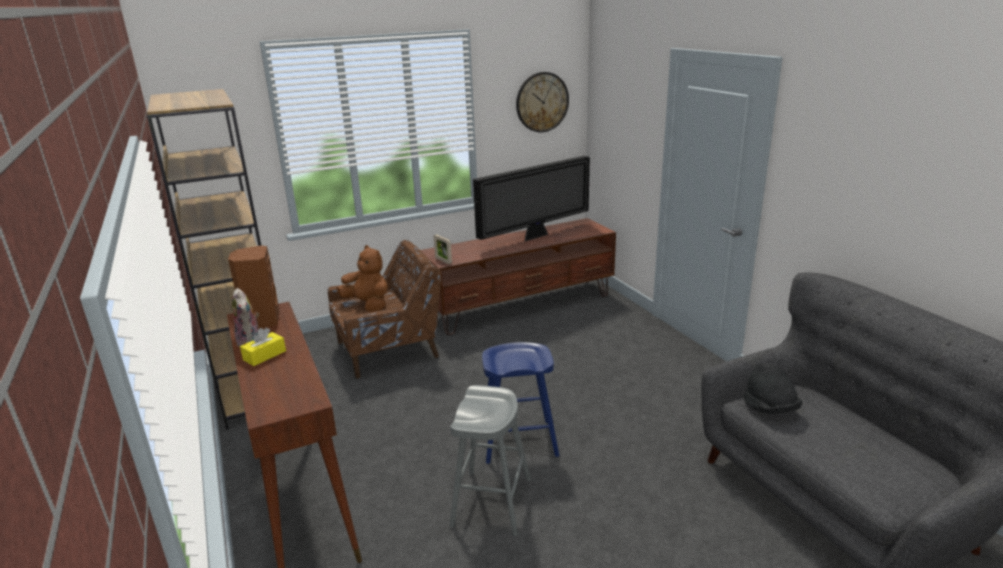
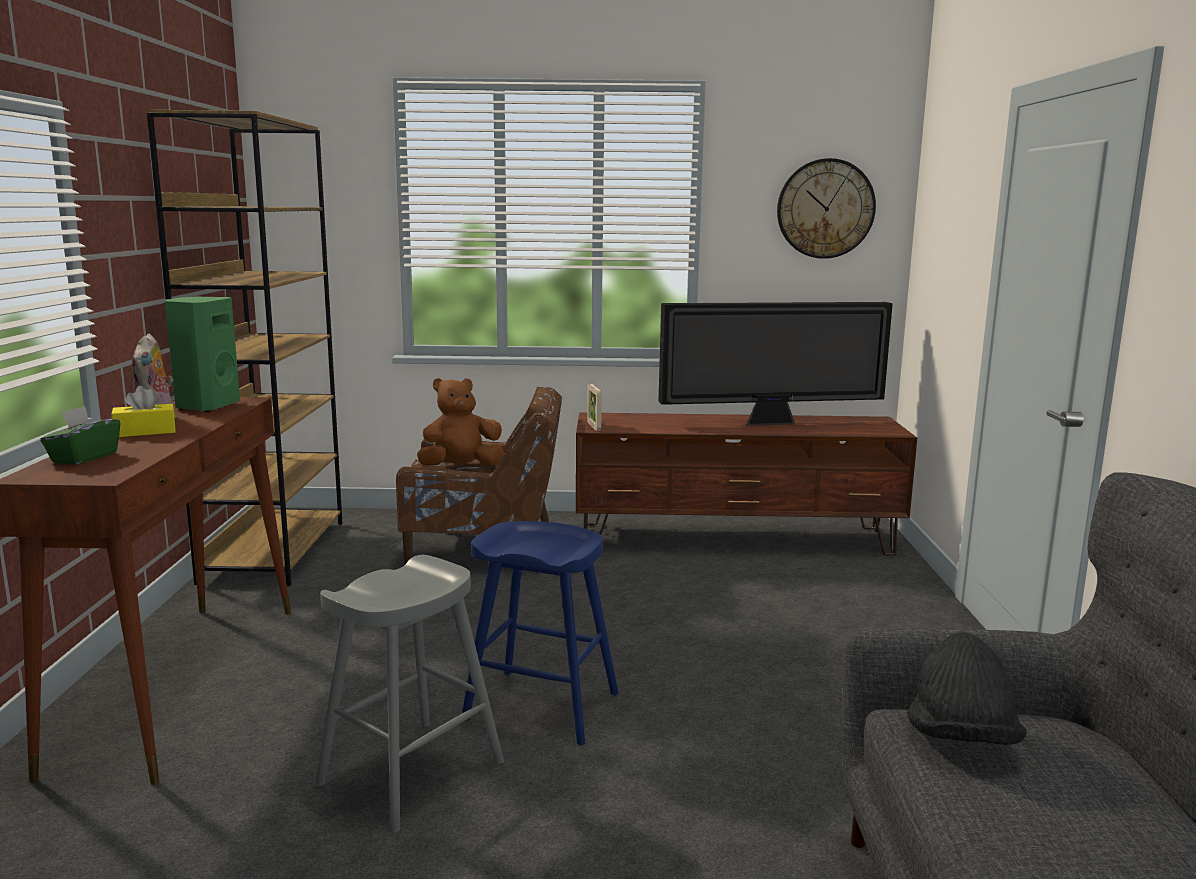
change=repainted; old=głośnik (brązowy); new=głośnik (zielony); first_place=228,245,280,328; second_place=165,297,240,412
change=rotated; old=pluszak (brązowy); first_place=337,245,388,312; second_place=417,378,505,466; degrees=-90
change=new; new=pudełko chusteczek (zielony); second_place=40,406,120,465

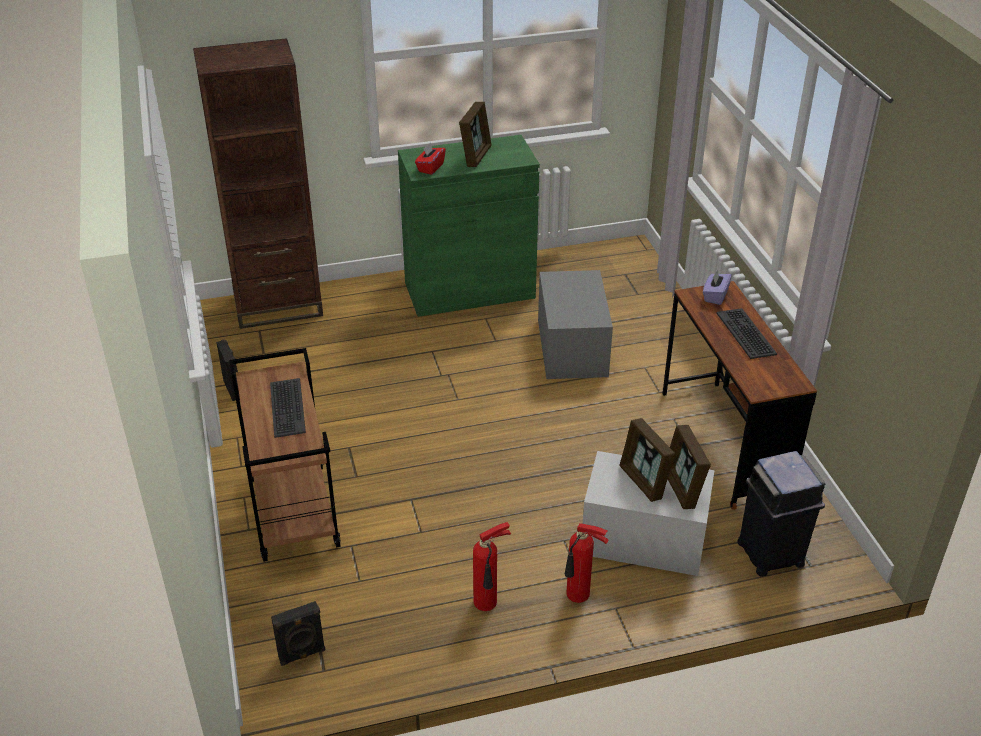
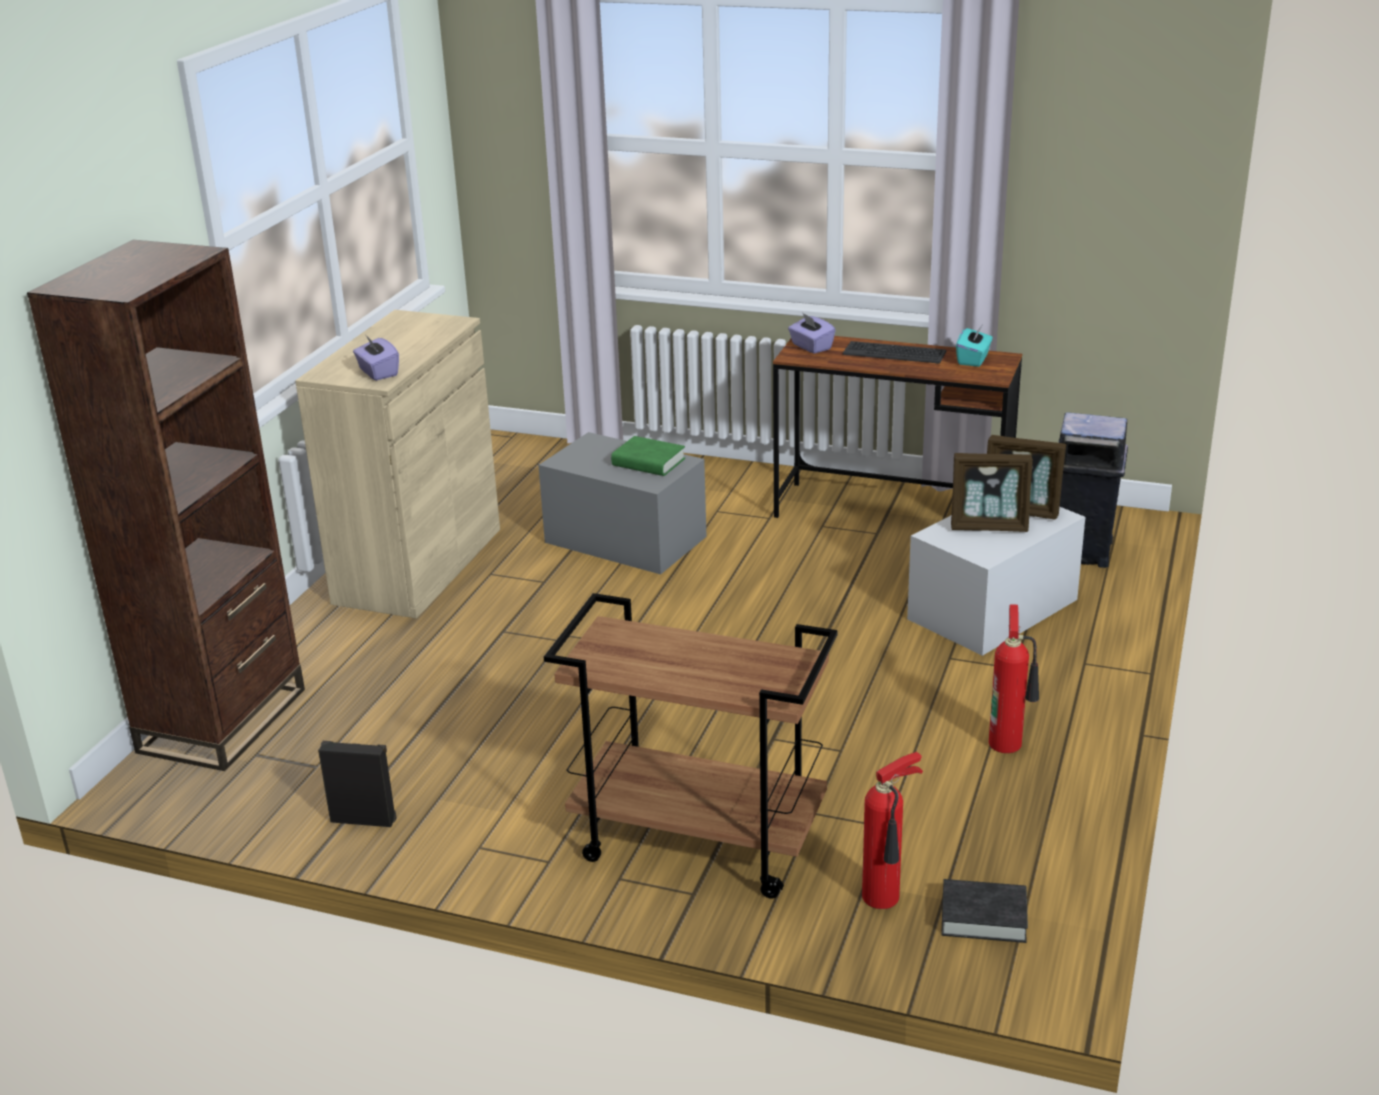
change=gone; old=ramka na zdjęcie; first_place=459,102,492,167
change=repainted; old=szafka (zielony); new=szafka (beżowy); first_place=398,135,540,317; second_place=295,310,500,619
change=repainted; old=pudełko chusteczek (czerwony); new=pudełko chusteczek (fioletowy); first_place=415,143,446,175; second_place=353,334,399,381
change=gone; old=klawiatura; first_place=270,378,306,438
change=shifted; old=gaśnica; first_place=565,523,609,603; second_place=862,752,923,909
change=swapped; old=głośnik (czarny); new=książka (czarny); first_place=271,601,325,666; second_place=941,879,1028,943
change=new; new=pudełko chusteczek (turkusowy); second_place=956,324,993,367
change=new; new=książka (zielony); second_place=611,436,685,476

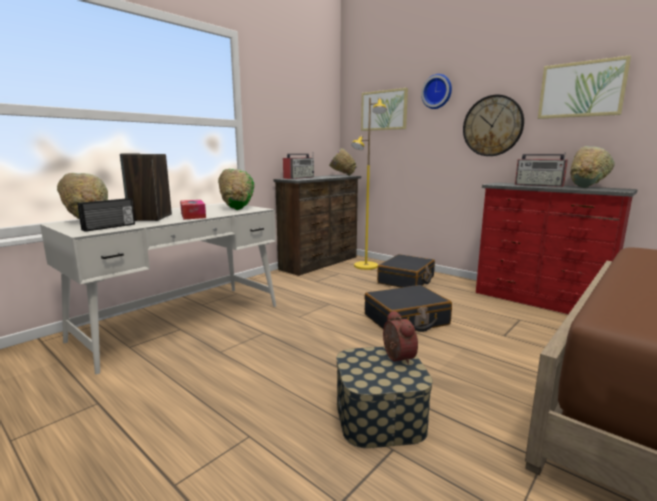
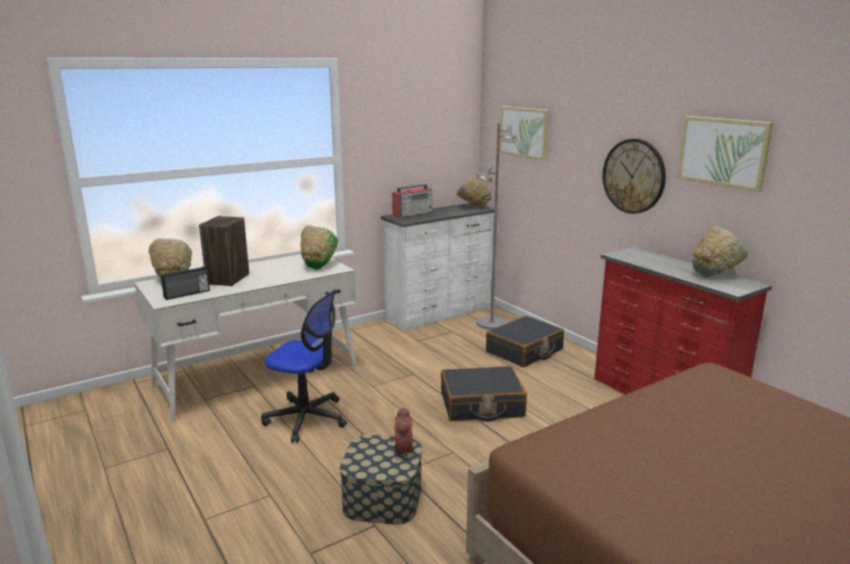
change=gone; old=zegar ścienny; first_place=421,74,452,109
change=repainted; old=lampa stojąca (żółty); new=lampa stojąca (szary); first_place=351,98,387,270; second_place=476,123,517,330
change=gone; old=radio; first_place=515,152,568,187
change=repainted; old=komoda (brązowy); new=komoda (biały); first_place=274,175,361,276; second_place=381,203,498,330
change=gone; old=pudełko chusteczek; first_place=180,200,206,220
change=new; new=krzesło biurowe; second_place=261,289,347,443

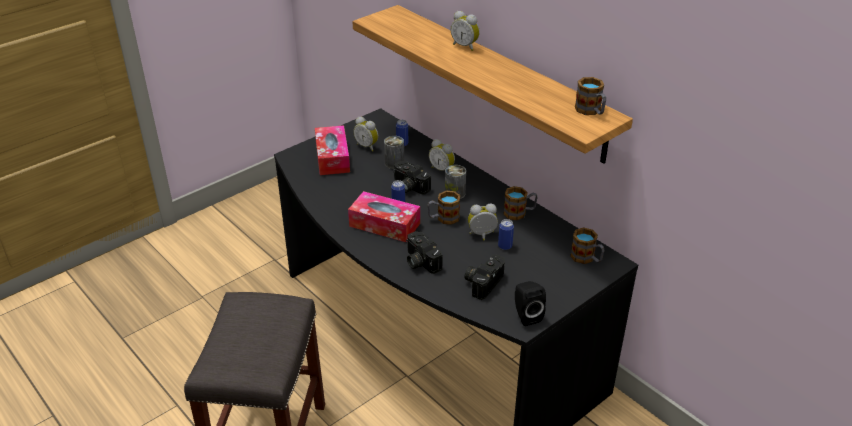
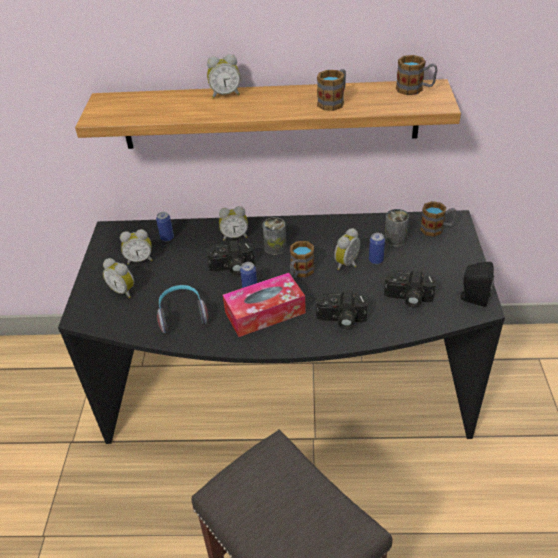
change=swapped; old=pudełko chusteczek; new=budzik; first_place=315,125,350,175; second_place=103,258,134,298
change=shifted; old=puszka; first_place=384,136,404,169; second_place=384,209,409,247
change=shifted; old=kubek; first_place=503,186,538,220; second_place=317,69,346,111
change=rotated; old=aparat fotograficzny; first_place=464,254,505,300; second_place=384,270,436,308; degrees=-60
change=new; new=słuchawki; second_place=157,285,208,333

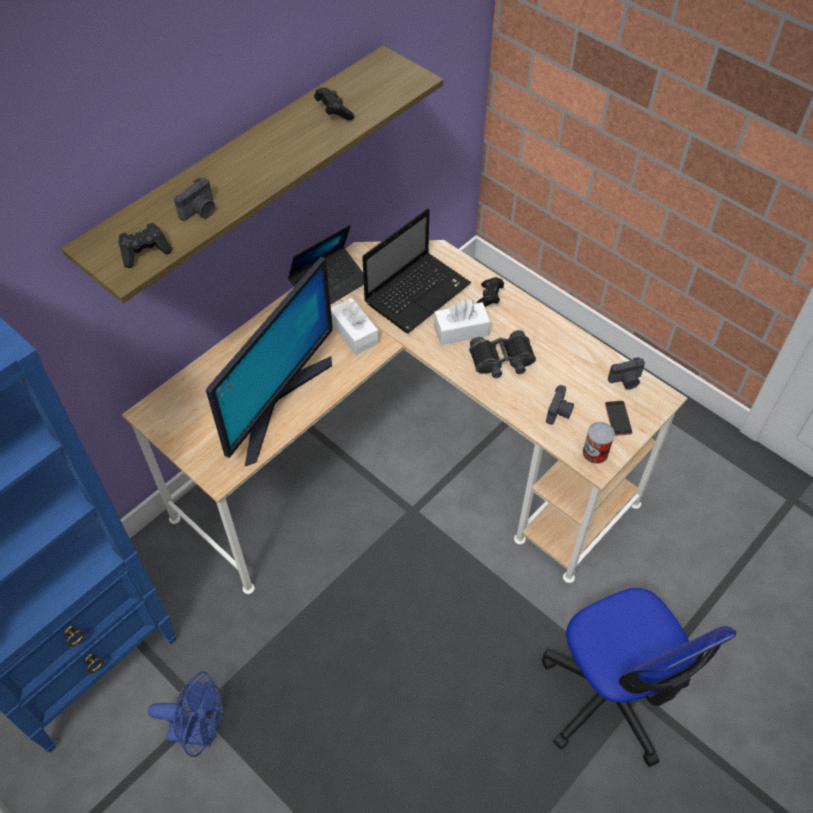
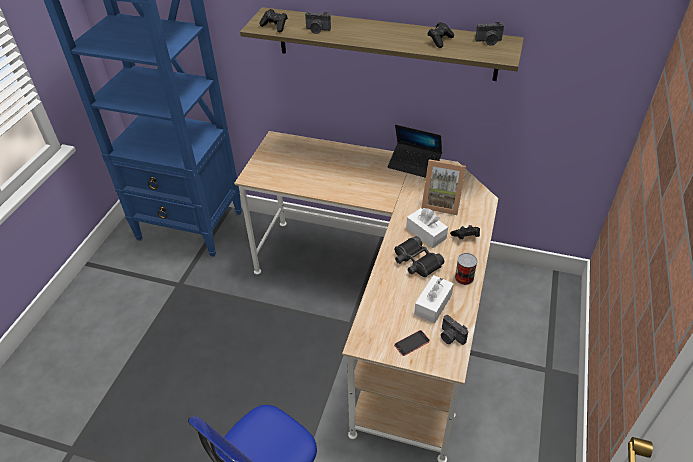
change=swapped; old=laptop; new=ramka na zdjęcie; first_place=362,208,471,333; second_place=422,159,466,215
change=gone; old=monitor; first_place=206,257,333,466
change=shifted; old=pudełko chusteczek (biały); first_place=331,298,379,355; second_place=414,275,454,323
change=shifted; old=aparat fotograficzny; first_place=546,385,574,425; second_place=475,22,504,45
change=shifted; old=puszka; first_place=582,422,615,464; second_place=455,253,477,285
change=gone; old=wentylator (niebieski); first_place=148,672,223,757

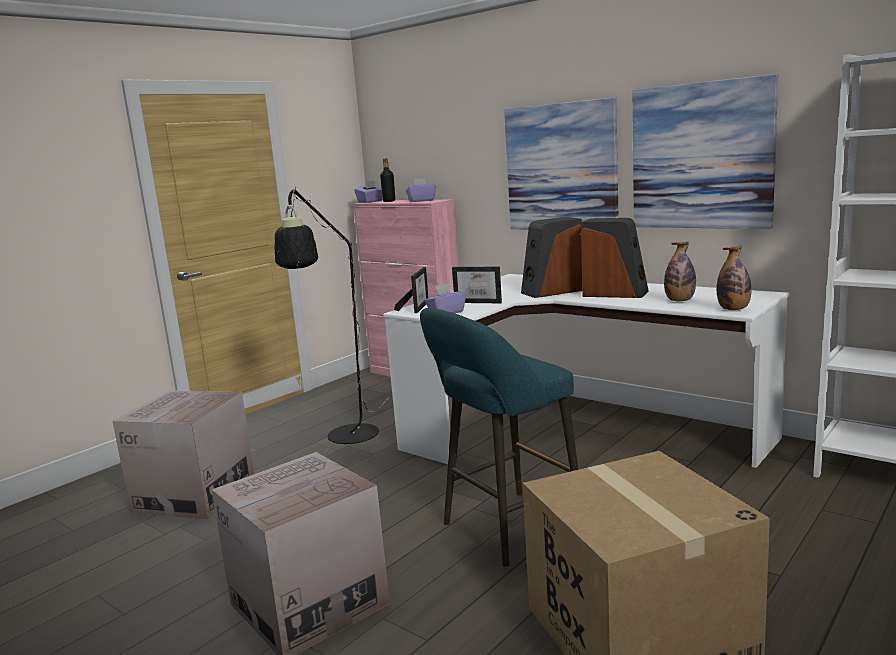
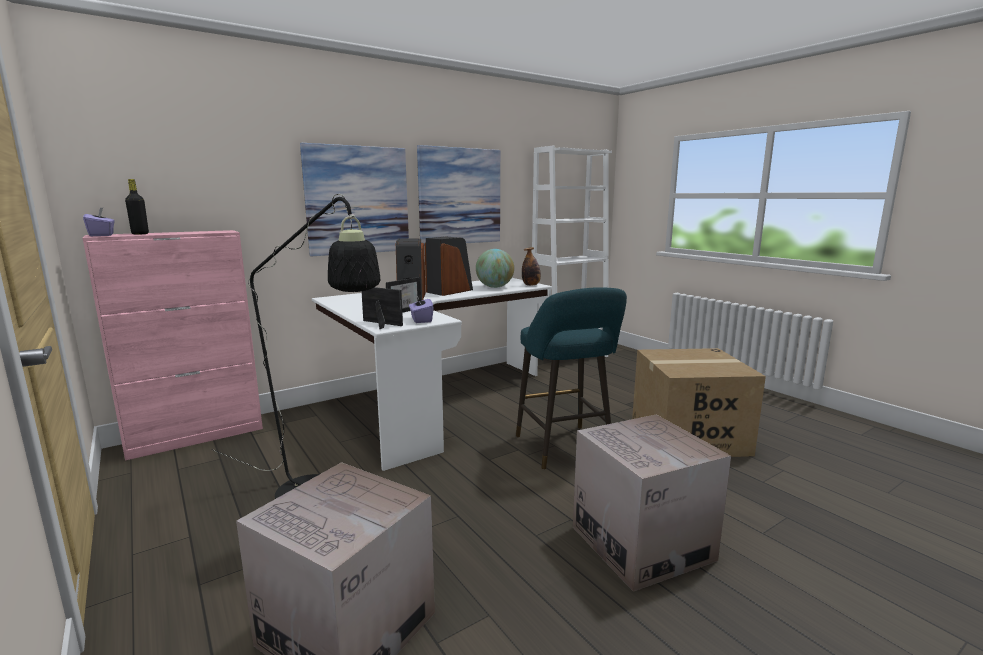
change=gone; old=pudełko chusteczek (fioletowy); first_place=406,178,436,202
change=swapped; old=butelka; new=globus; first_place=664,242,696,301; second_place=476,249,514,288

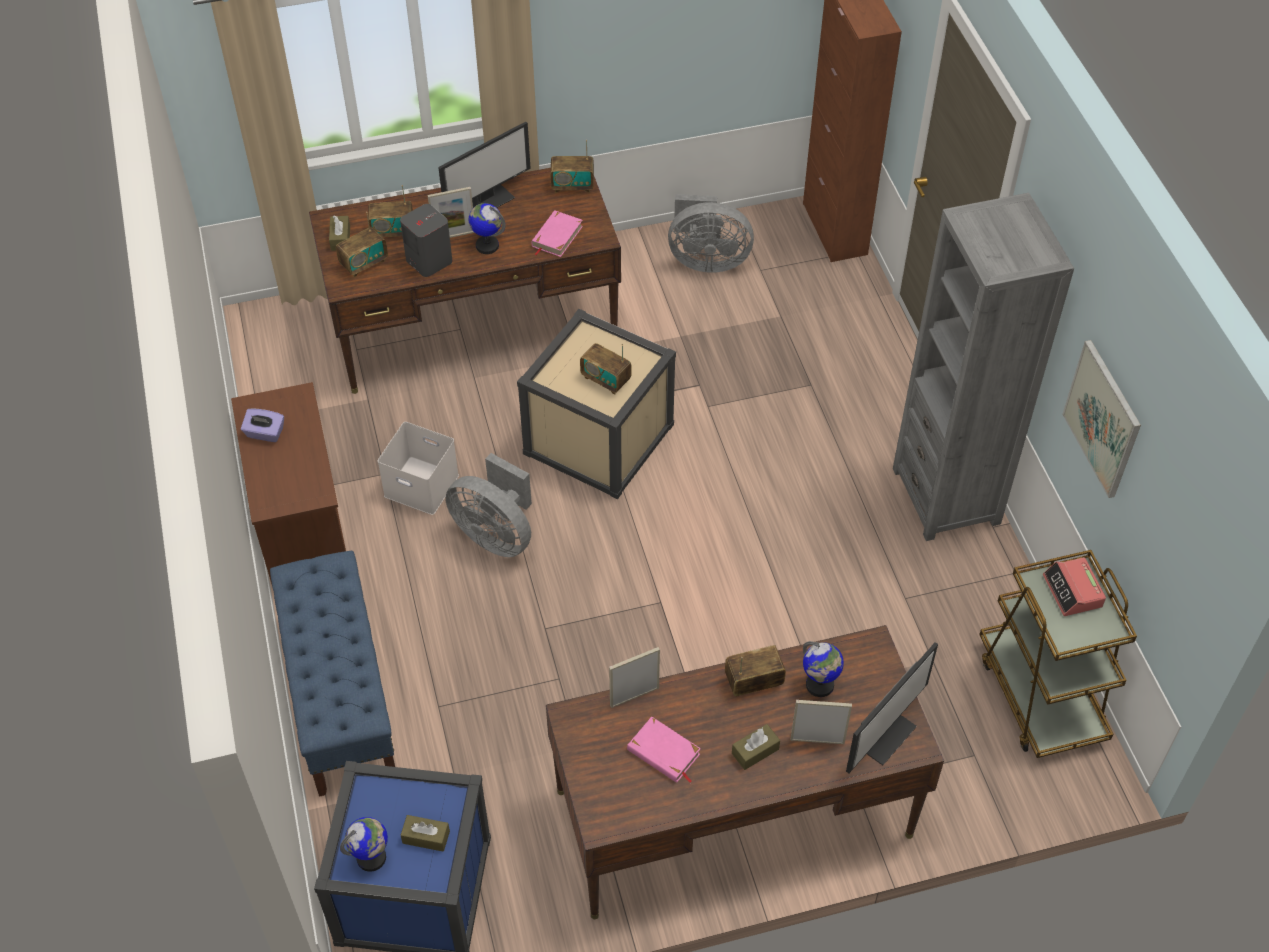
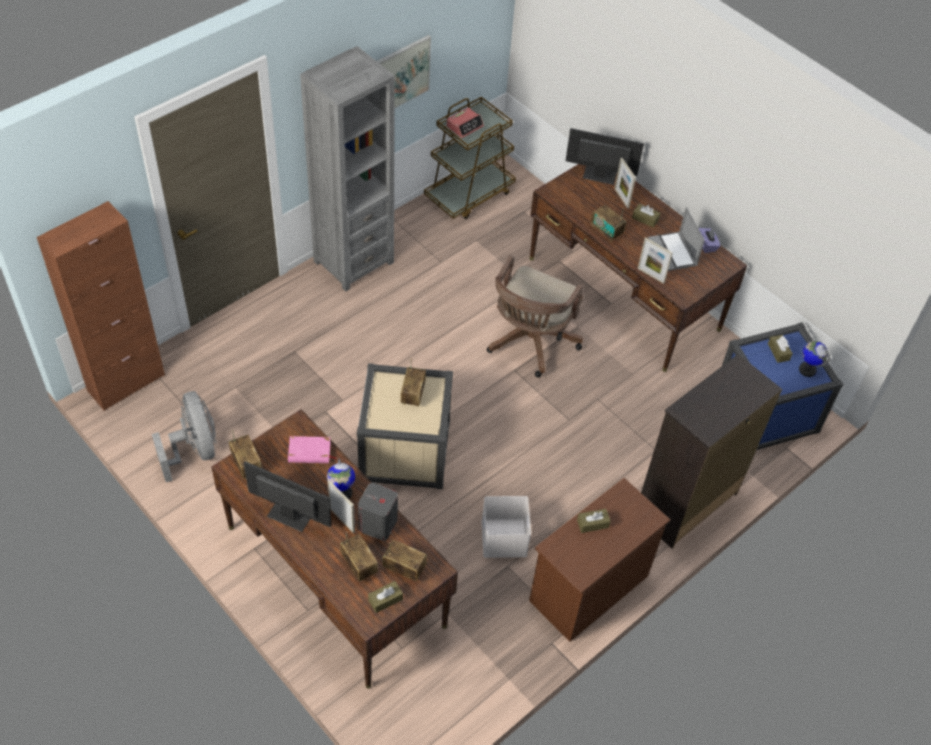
change=shifted; old=pudełko chusteczek (fioletowy); first_place=241,408,284,442; second_place=698,228,720,253
change=gone; old=wentylator (szary); first_place=445,453,532,557
change=swapped; old=ławka (niebieski); new=komoda (czarny); first_place=270,551,395,797; second_place=641,354,782,549
change=gone; old=globus; first_place=803,641,844,697
change=swapped; old=książka (różowy); new=laptop; first_place=627,717,701,783; second_place=648,207,705,271
change=new; new=krzesło biurowe (brązowy); second_place=487,255,583,377
change=new; new=pudełko chusteczek (brązowy); second_place=577,509,611,533

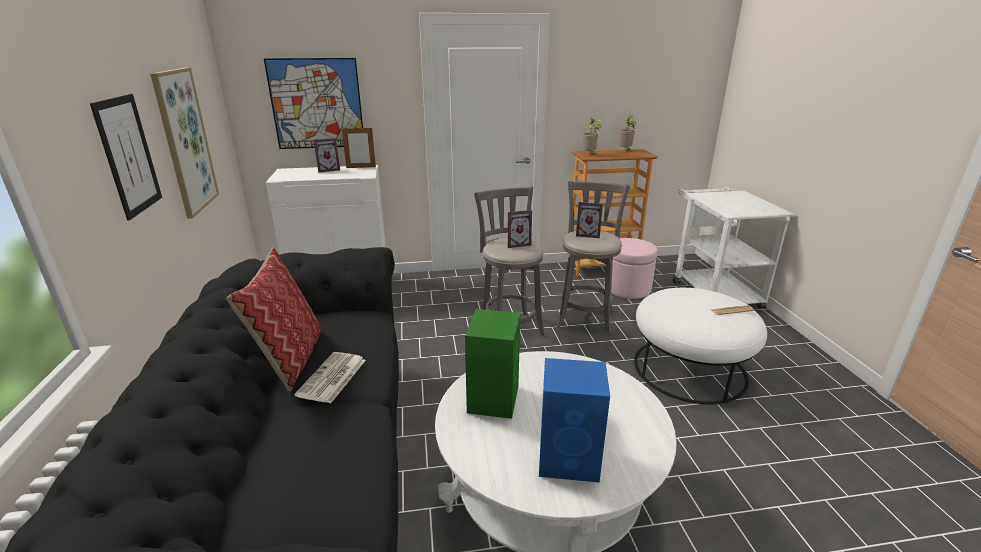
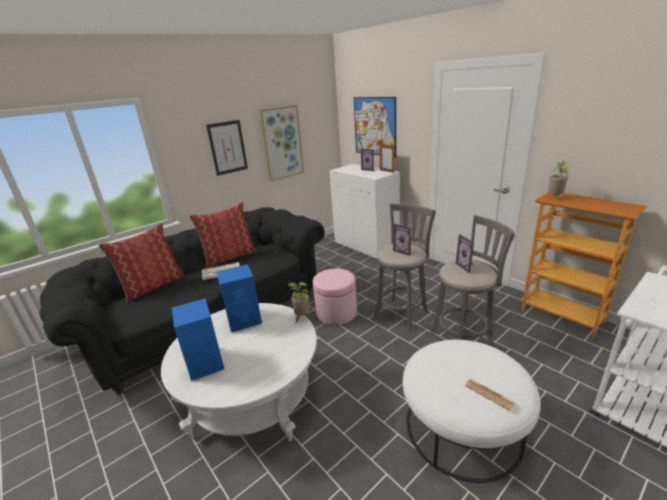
change=shifted; old=roślina doniczkowa; first_place=619,115,636,151; second_place=287,282,309,322
change=shifted; old=pufa (różowy); first_place=604,238,658,299; second_place=313,269,357,325
change=repainted; old=głośnik (zielony); new=głośnik (niebieski); first_place=465,309,521,419; second_place=217,264,262,333
change=new; new=poduszka; second_place=98,223,185,303

